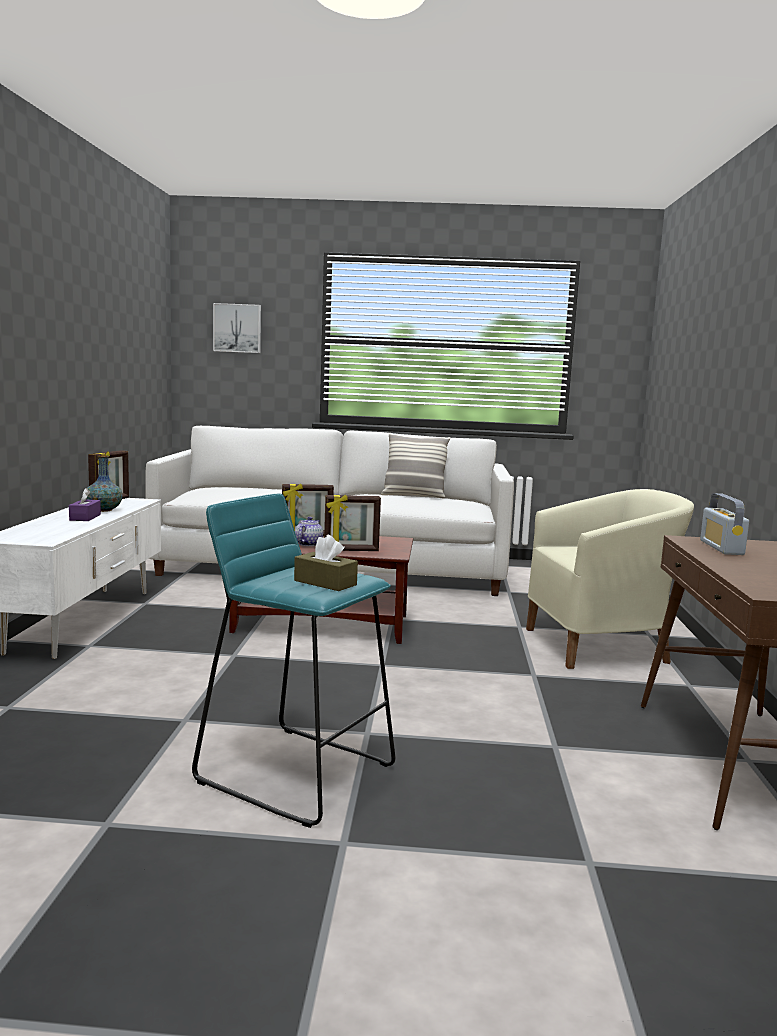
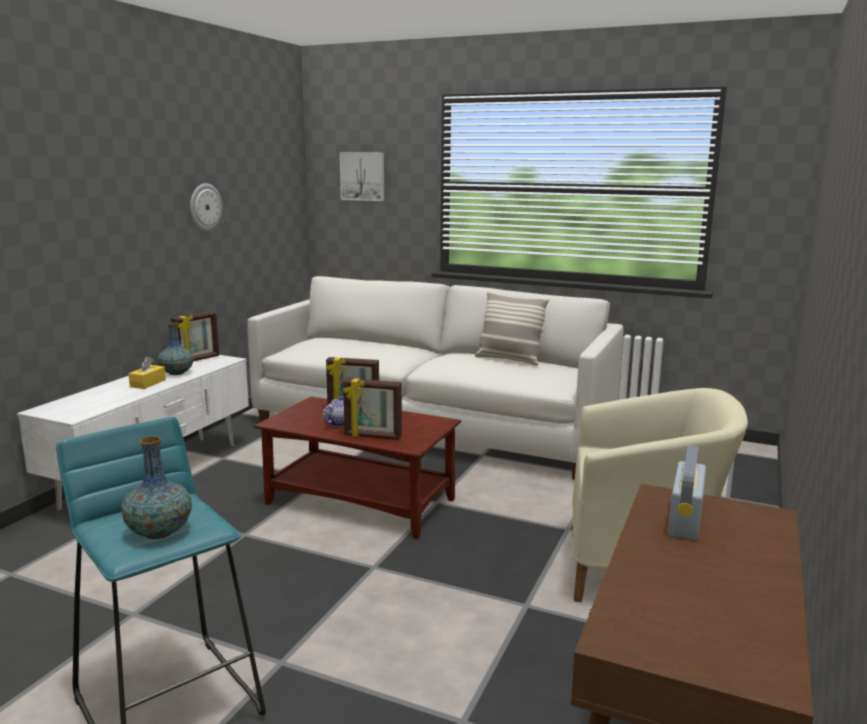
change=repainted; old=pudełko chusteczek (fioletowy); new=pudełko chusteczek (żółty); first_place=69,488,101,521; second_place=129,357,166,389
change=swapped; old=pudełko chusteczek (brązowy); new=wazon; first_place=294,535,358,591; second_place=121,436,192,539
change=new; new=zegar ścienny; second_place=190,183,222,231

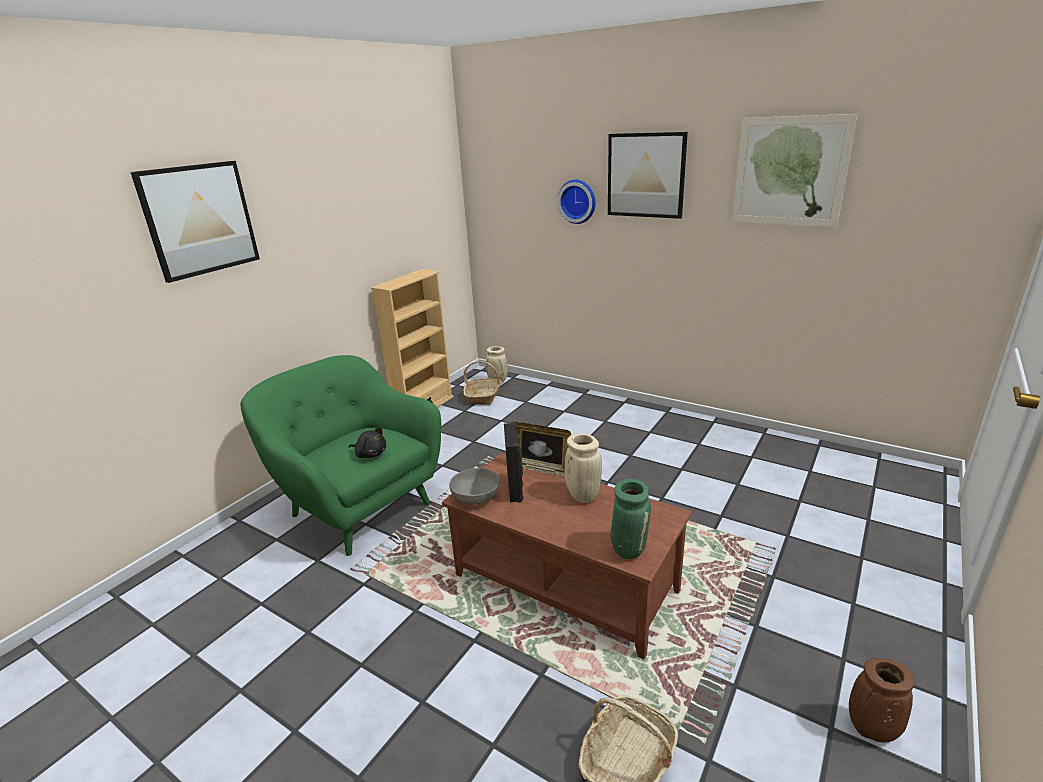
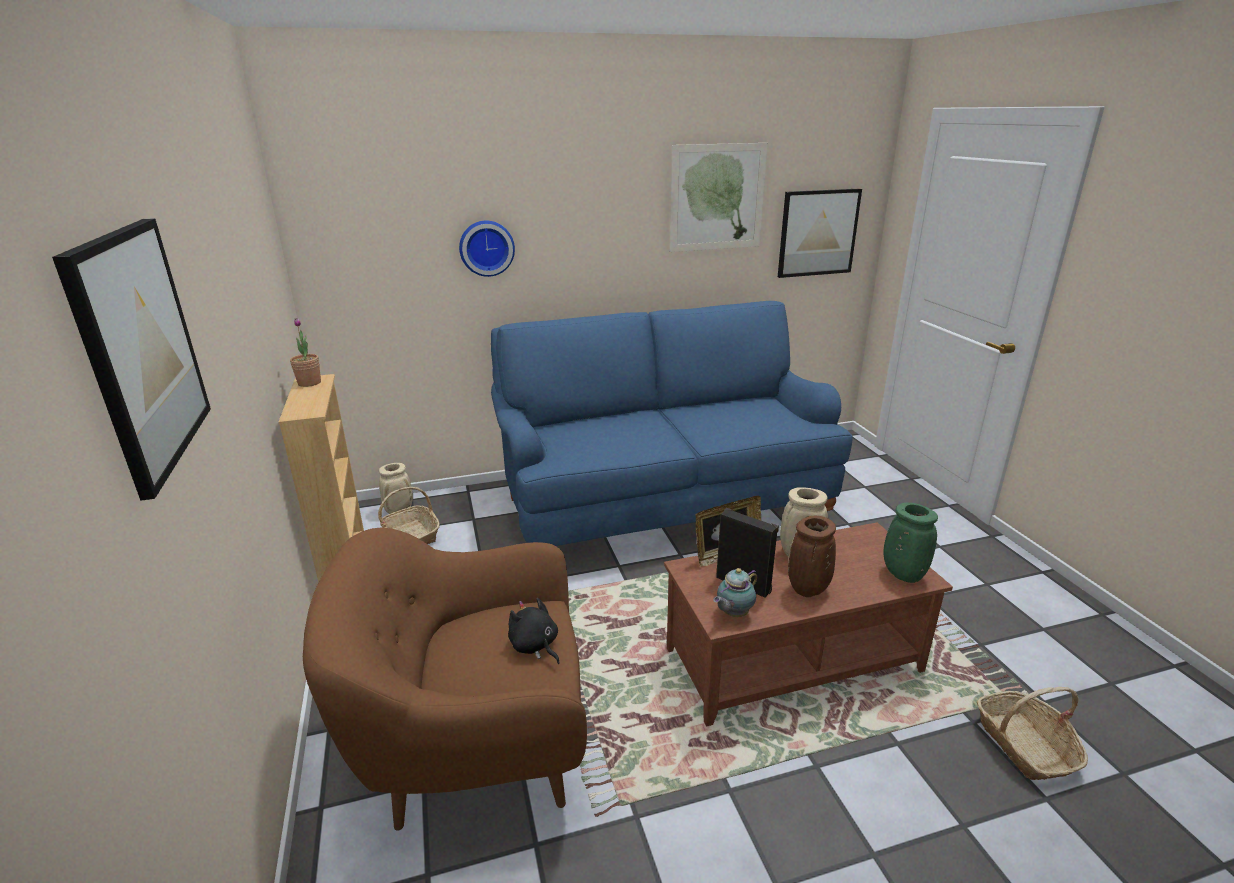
change=shifted; old=obraz; first_place=608,132,688,219; second_place=778,189,862,278
change=repainted; old=fotel (zielony); new=fotel (brązowy); first_place=240,355,441,556; second_place=303,528,587,831
change=rotated; old=pluszak (czarny); first_place=349,427,386,458; second_place=508,598,560,664; degrees=-105
change=swapped; old=miska (szary); new=imbryk; first_place=449,468,500,504; second_place=713,568,757,617
change=shifted; old=wazon (brązowy); first_place=849,658,915,742; second_place=788,516,836,597
change=new; new=kanapa (niebieski); second_place=491,301,853,546
change=new; new=roślina doniczkowa; second_place=290,318,321,387

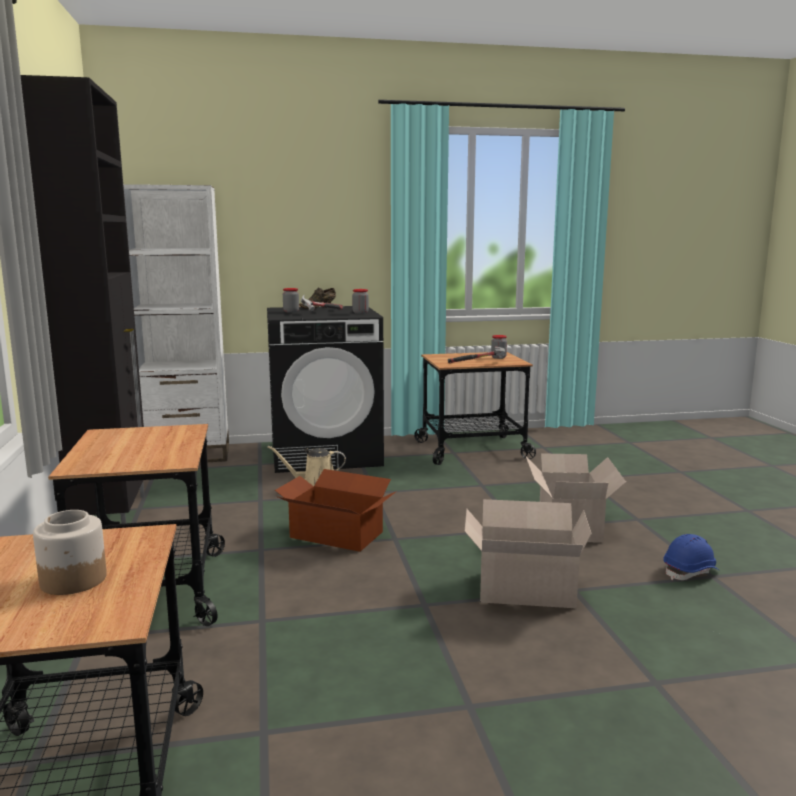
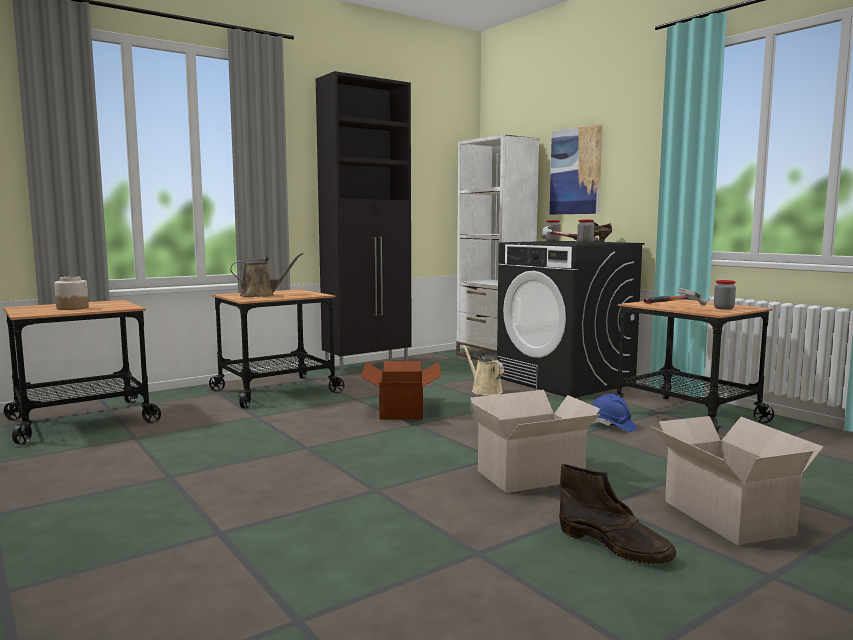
change=shifted; old=karton; first_place=464,499,592,608; second_place=650,416,824,545
change=shifted; old=kask (niebieski); first_place=663,534,719,580; second_place=592,394,637,432
change=new; new=obraz; second_place=550,124,603,214
change=new; new=konewka (brązowy); second_place=230,253,303,297
change=new; new=but z cholewką (brązowy); second_place=559,464,677,564

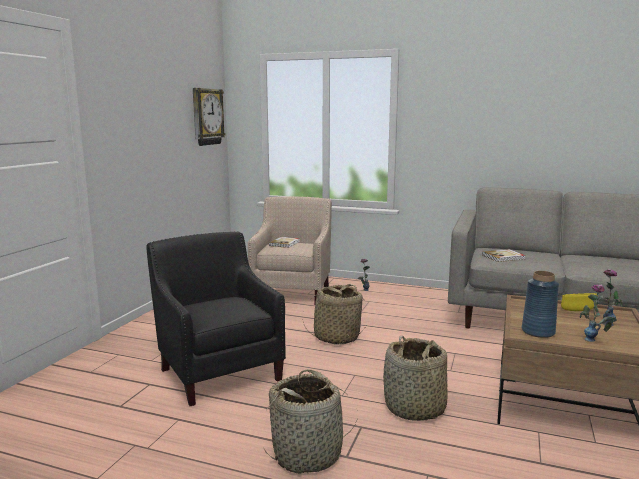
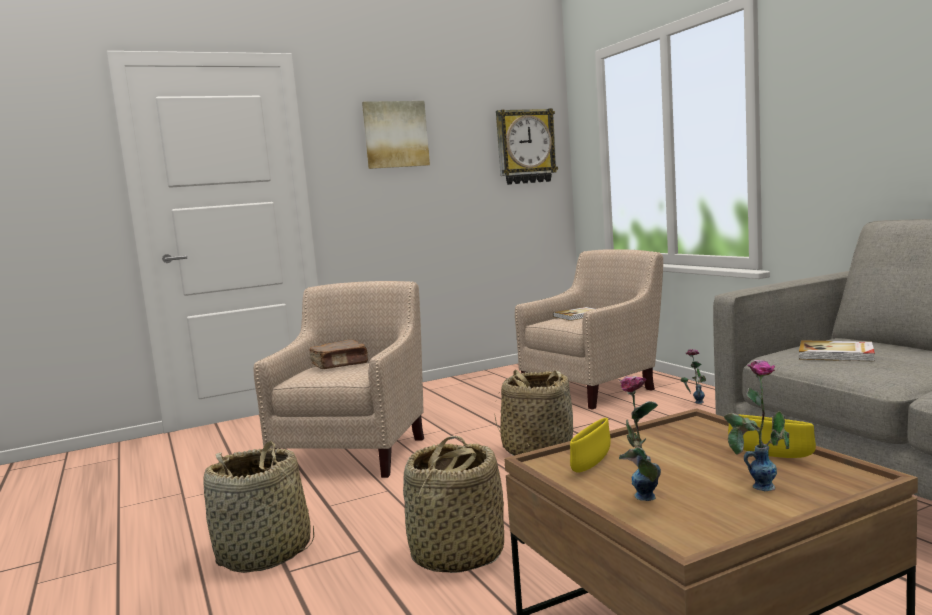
change=repainted; old=fotel (czarny); new=fotel (beżowy); first_place=146,231,286,406; second_place=253,281,424,478
change=swapped; old=wazon (niebieski); new=miska (żółty); first_place=522,271,559,338; second_place=570,418,611,472
change=new; new=obraz; second_place=362,101,430,169
change=new; new=książka (brązowy); second_place=309,340,368,369

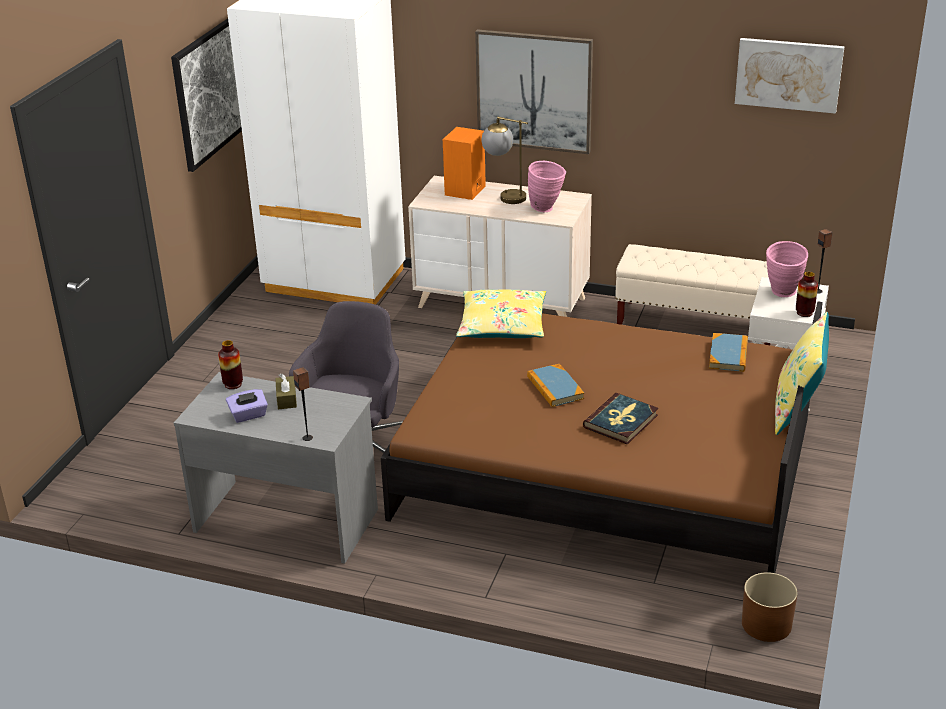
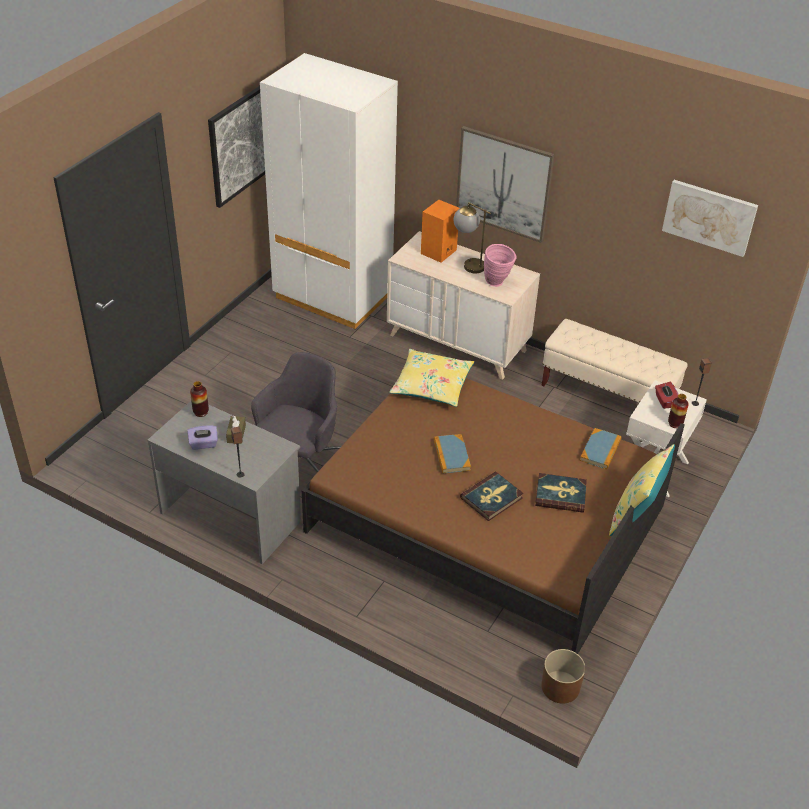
change=swapped; old=wazon (różowy); new=pudełko chusteczek (czerwony); first_place=766,241,808,297; second_place=655,382,679,409
change=new; new=książka; second_place=535,473,587,513

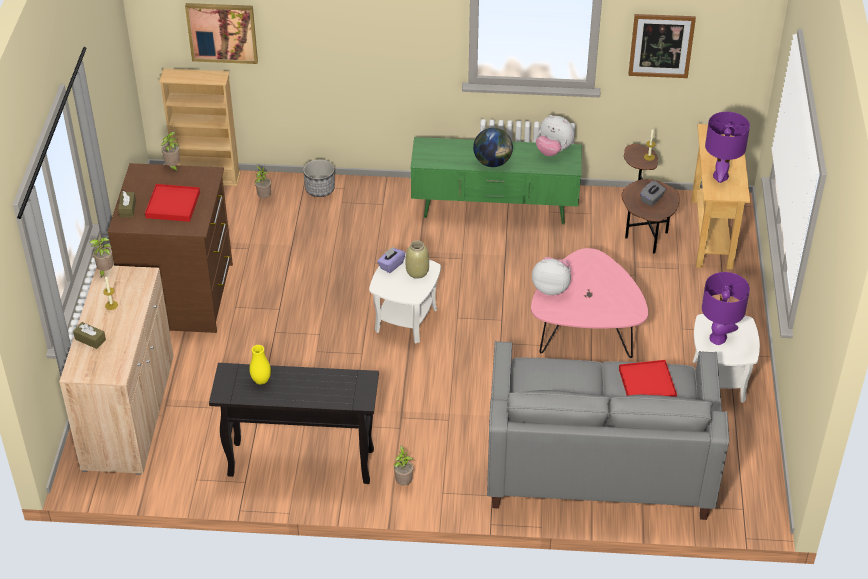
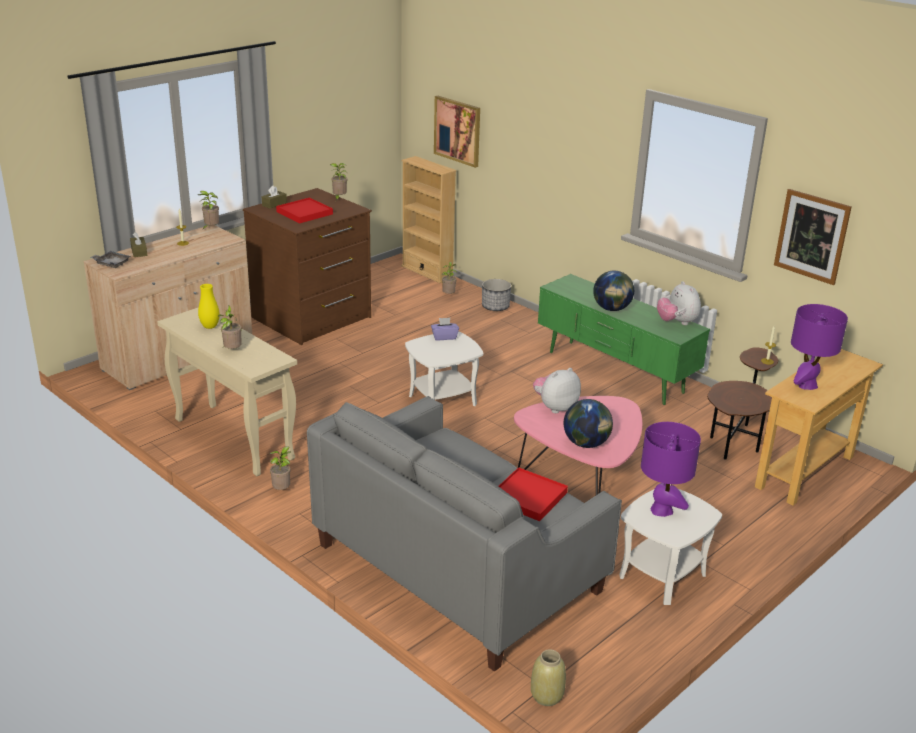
change=gone; old=pudełko chusteczek (szary); first_place=640,181,666,206
change=shifted; old=wazon (beżowy); first_place=406,241,429,279; second_place=531,649,566,706
change=rotated; old=pluszak; first_place=532,257,571,295; second_place=533,368,581,413; degrees=-90
change=repainted; old=stolik konsolowy (czarny); new=stolik konsolowy (beżowy); first_place=209,363,379,484; second_place=157,307,297,476
change=new; new=taca (szary); second_place=90,251,131,268
change=new; new=roślina doniczkowa; second_place=218,305,242,349
change=new; new=globus; second_place=564,399,613,448

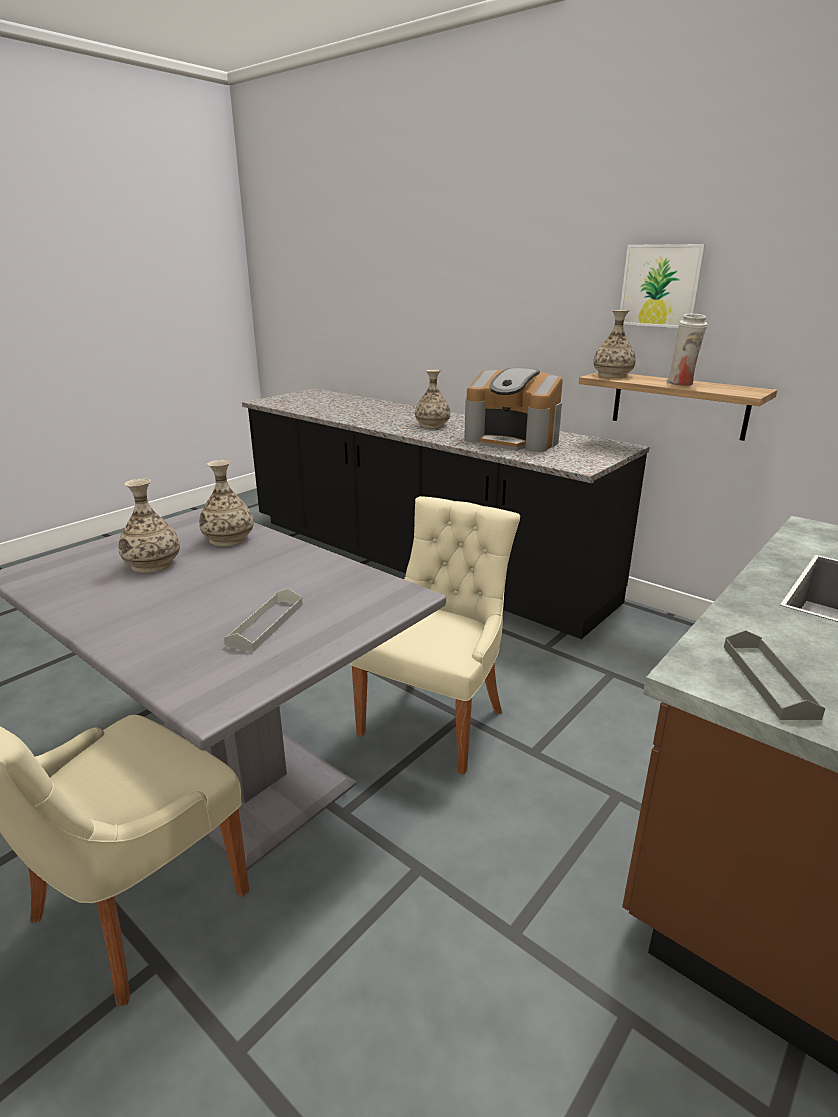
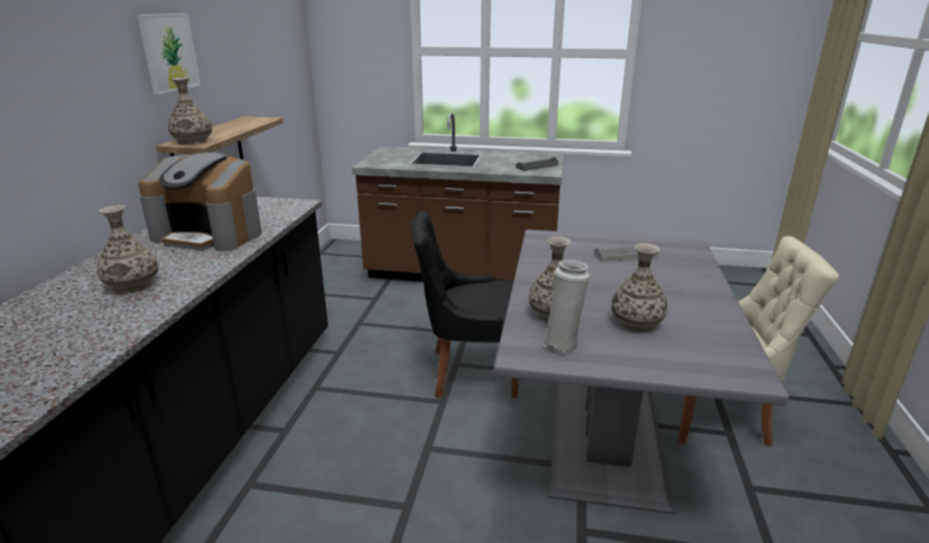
change=shifted; old=wazon (biały); first_place=666,314,707,386; second_place=543,260,590,353
change=rotated; old=ekspres do kawy; first_place=464,368,563,452; second_place=138,152,262,251; degrees=105
change=repainted; old=krzesło (beżowy); new=krzesło (czarny); first_place=349,496,520,774; second_place=410,211,519,399

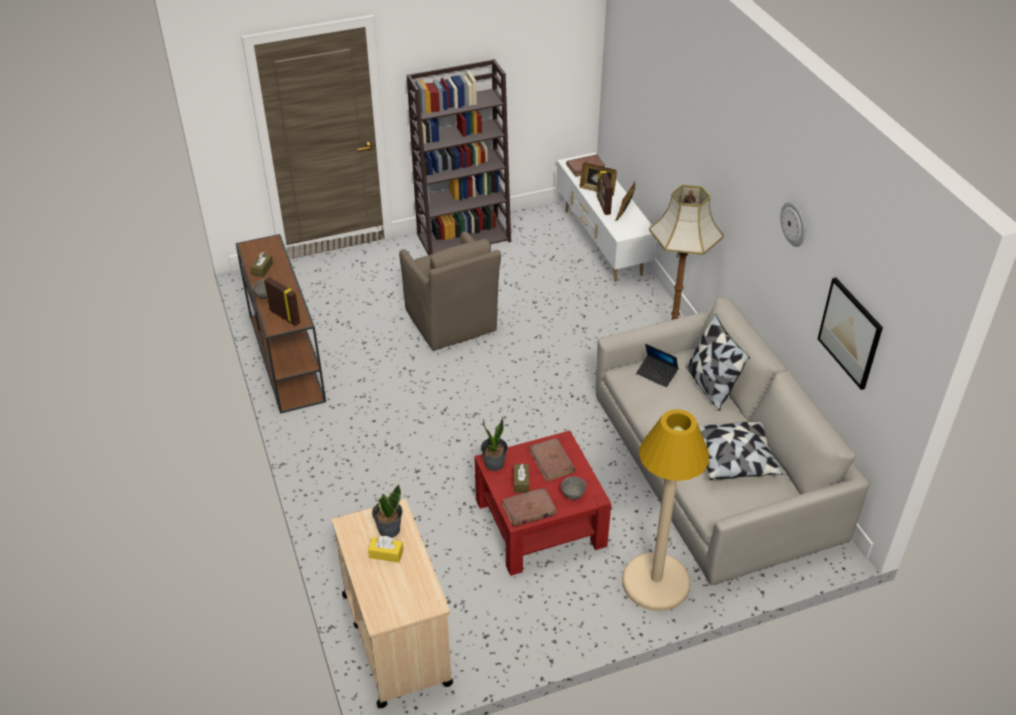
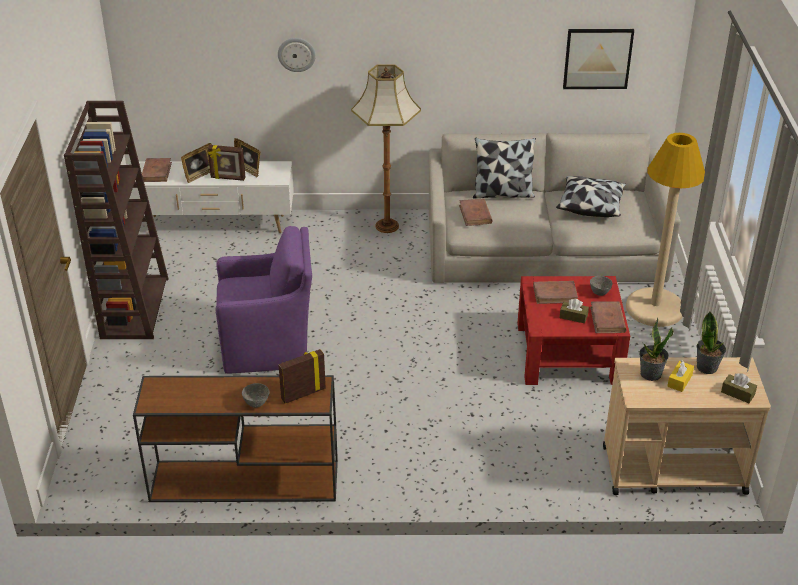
change=shifted; old=zegar ścienny; first_place=780,202,806,247; second_place=278,38,316,72
change=repainted; old=fotel (brązowy); new=fotel (fioletowy); first_place=399,232,501,351; second_place=216,226,312,374
change=shifted; old=pudełko chusteczek (brązowy); first_place=250,252,273,277; second_place=721,373,757,403
change=swapped; old=laptop; new=książka (brązowy); first_place=636,344,679,387; second_place=459,198,492,226
change=shifted; old=roślina doniczkowa; first_place=481,417,508,471; second_place=697,312,726,374

